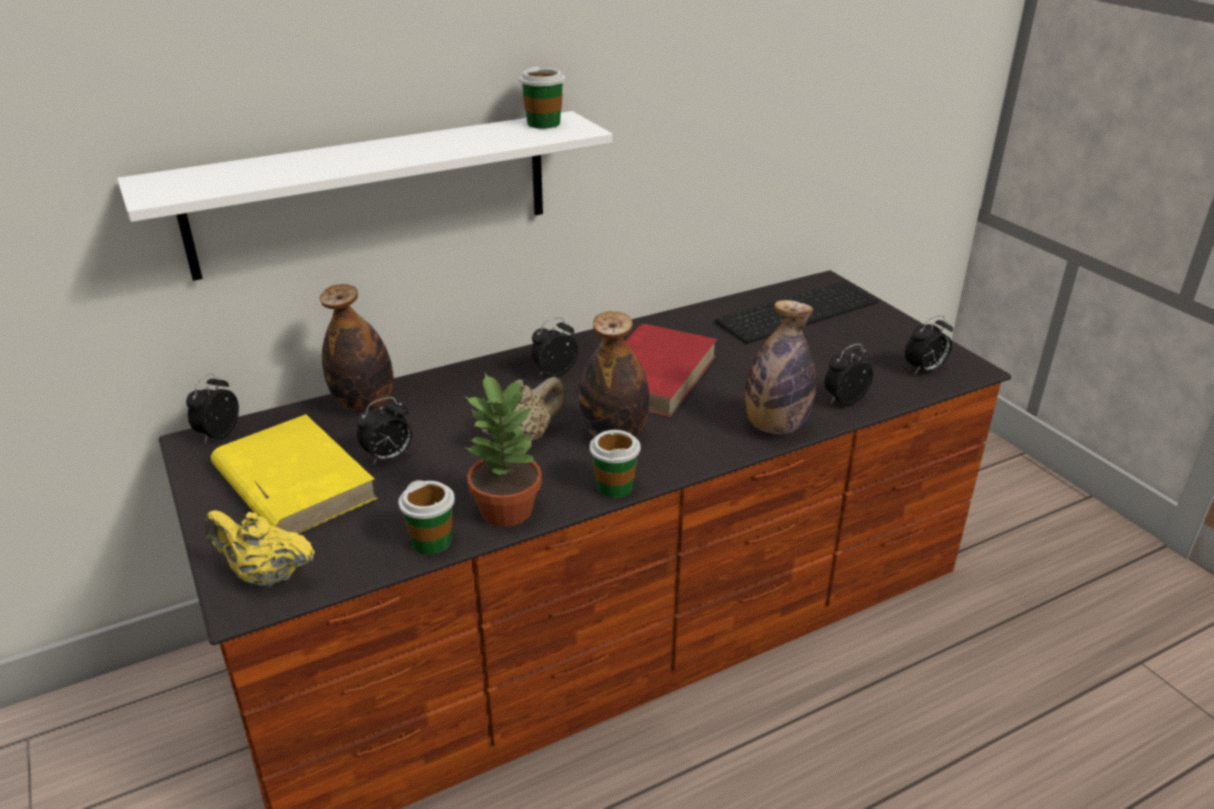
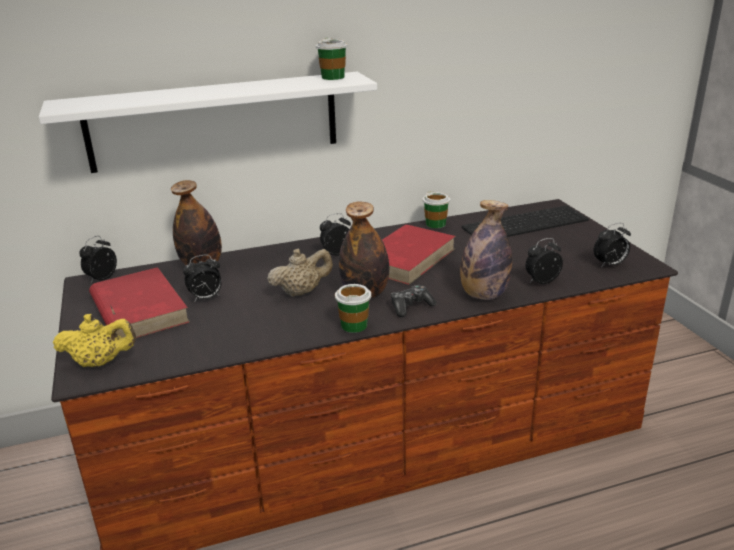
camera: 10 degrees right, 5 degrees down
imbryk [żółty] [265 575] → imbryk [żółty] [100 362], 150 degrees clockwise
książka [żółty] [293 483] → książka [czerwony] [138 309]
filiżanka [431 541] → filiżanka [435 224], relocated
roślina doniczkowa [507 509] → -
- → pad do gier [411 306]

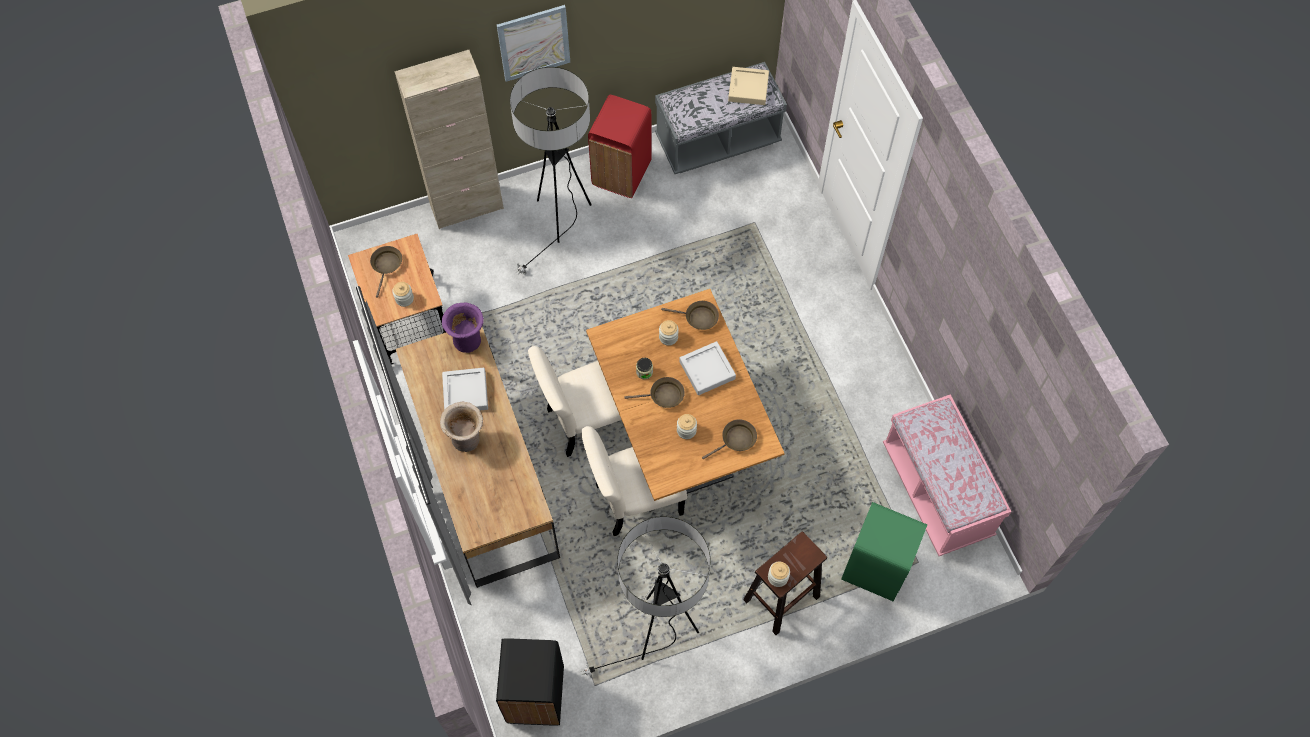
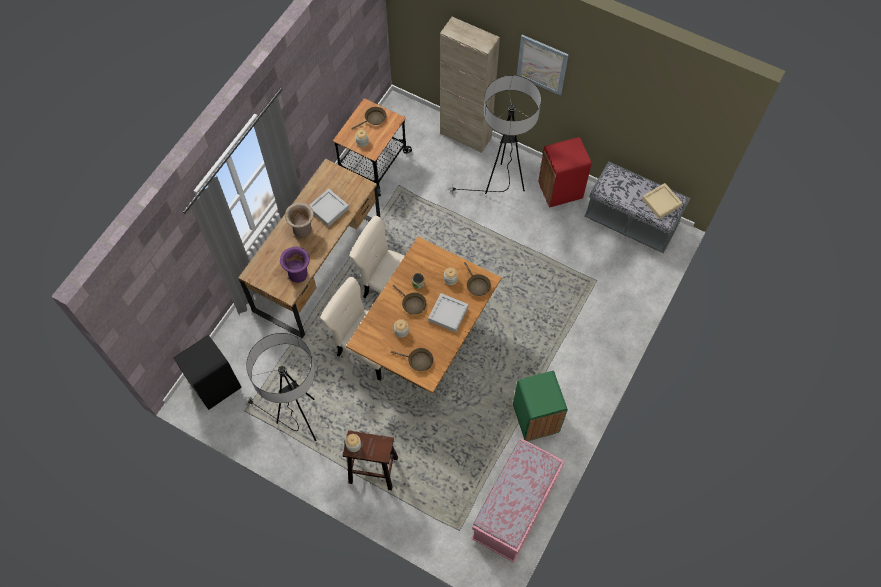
camera: 50 degrees right, 0 degrees up
wazon [fioletowy] [467 340] → wazon [fioletowy] [299 273], relocated
kosz na śmieci [zielony] [875 570] → kosz na śmieci [zielony] [535 419], relocated

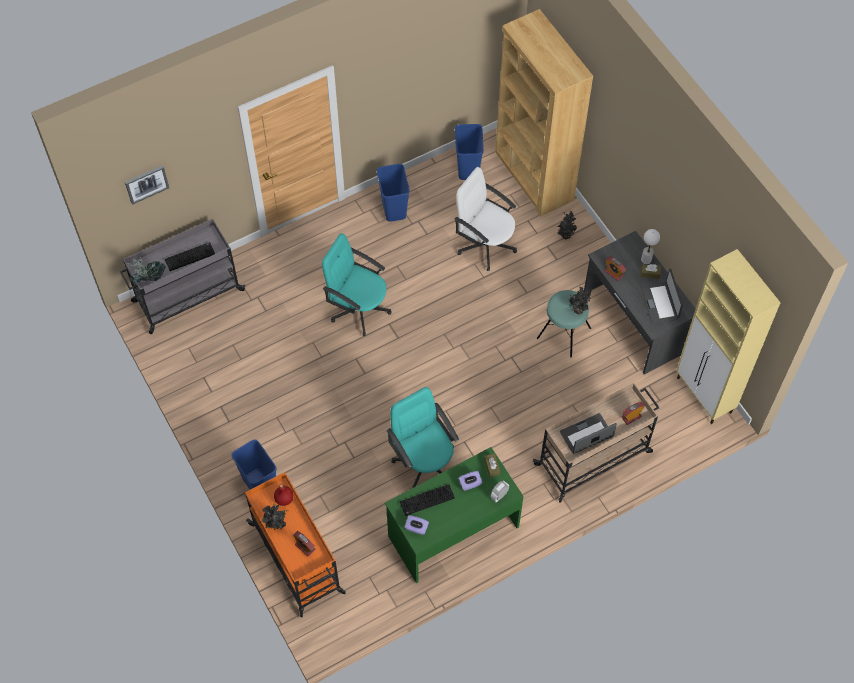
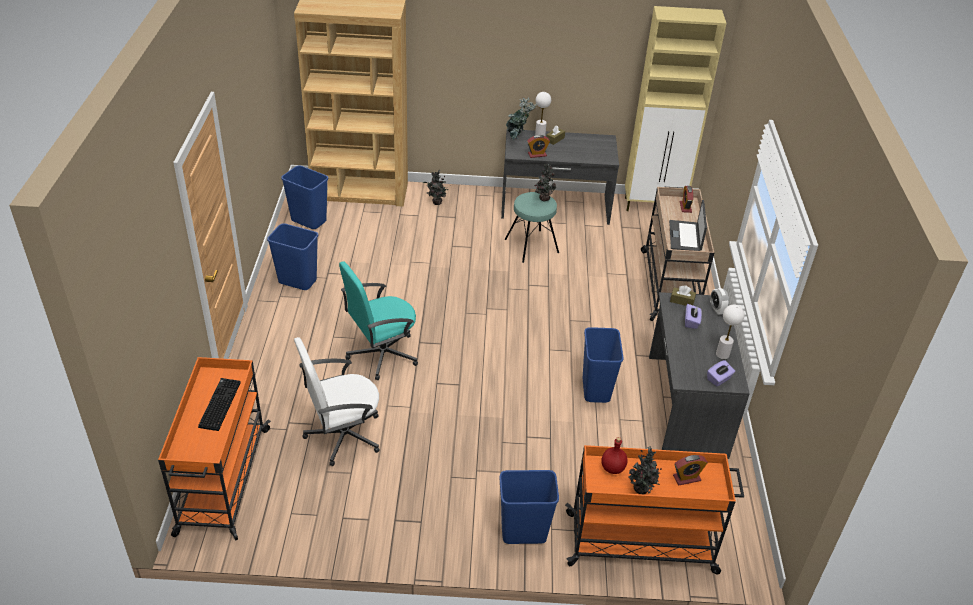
camera: 60 degrees left, 20 degrees down
wózek [szary] [187 296] → wózek [pomarańczowy] [223 482]
obraz [146 184] → -
roślina doniczkowa [149 282] → roślina doniczkowa [517 138], relocated
biurko [zielony] [452 530] → biurko [szary] [685 405]
krzesło biurowe [turkusowy] [424 462] → kosz na śmieci [niebieski] [595 389]
klawiatura [427 501] → -
krzesło biurowe [biały] [485 244] → krzesło biurowe [biały] [342 435], relocated
laptop [660 303] → -
- → lampa stołowa [biały] [722 354]

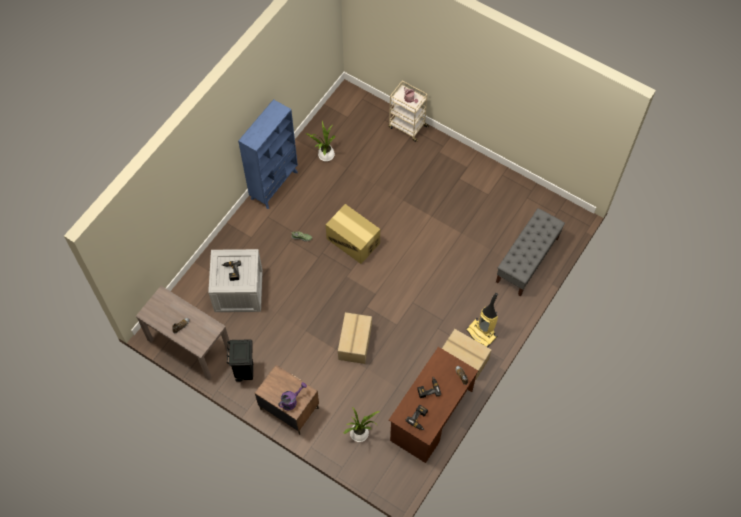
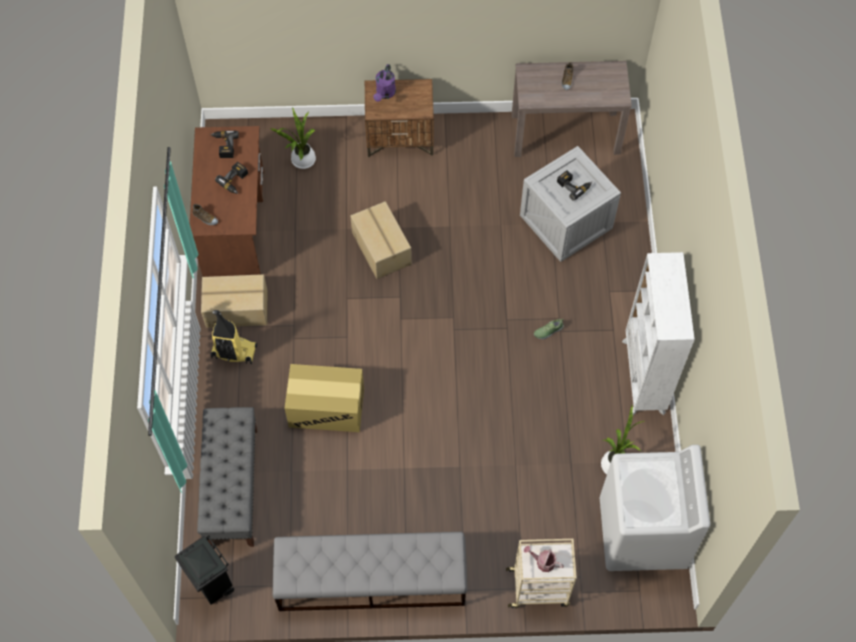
camera: 145 degrees right, 0 degrees up
kosz na śmieci [czarny] [245 371] → kosz na śmieci [czarny] [214 587], relocated
regał [niebieski] [274 185] → regał [biały] [643 377]
karton [353 241] → karton [327 407], relocated
- → ławka [szary] [370 580]
- → pralka [biały] [642 534]

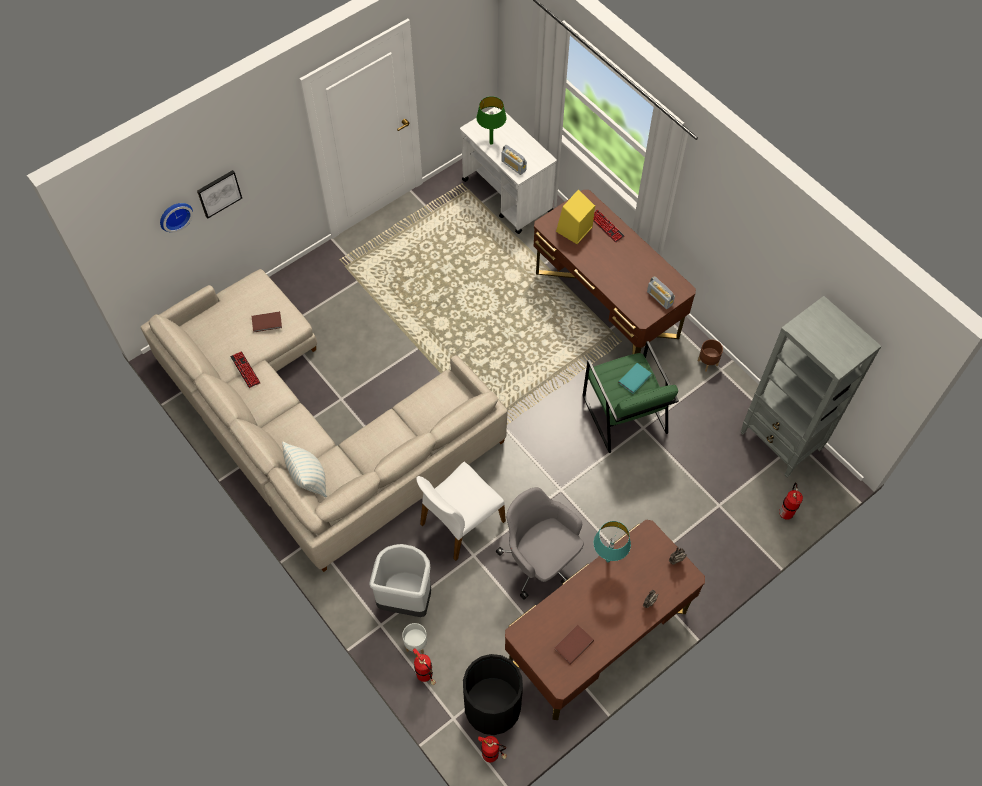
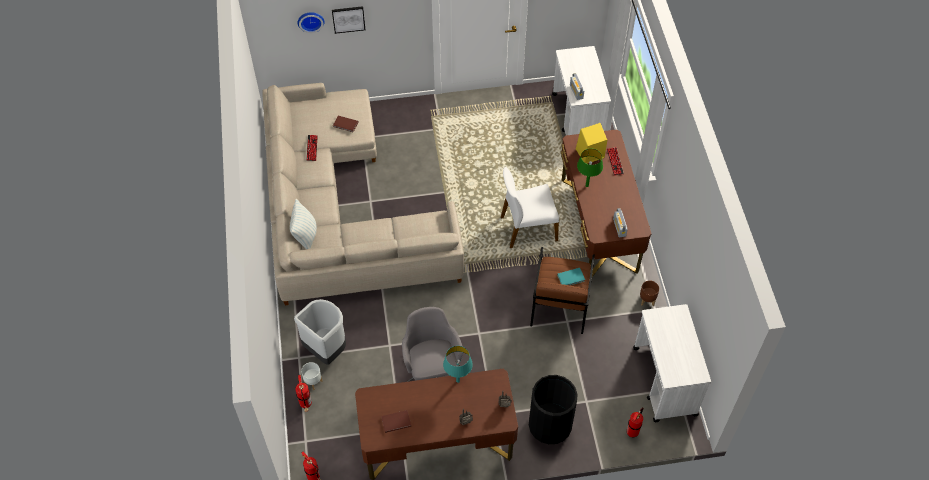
camera: 30 degrees right, 5 degrees down
krzesło [biały] [461 522] → krzesło [biały] [528 228], relocated
kosz na śmieci [czarny] [492 707] → kosz na śmieci [czarny] [550 425], relocated
lampa stołowa [zielony] [491 143] → lampa stołowa [zielony] [587 185], relocated
fotel [zielony] [624 414] → fotel [brązowy] [559 305]
regał [szary] [781 442] → wózek [biały] [664 382]

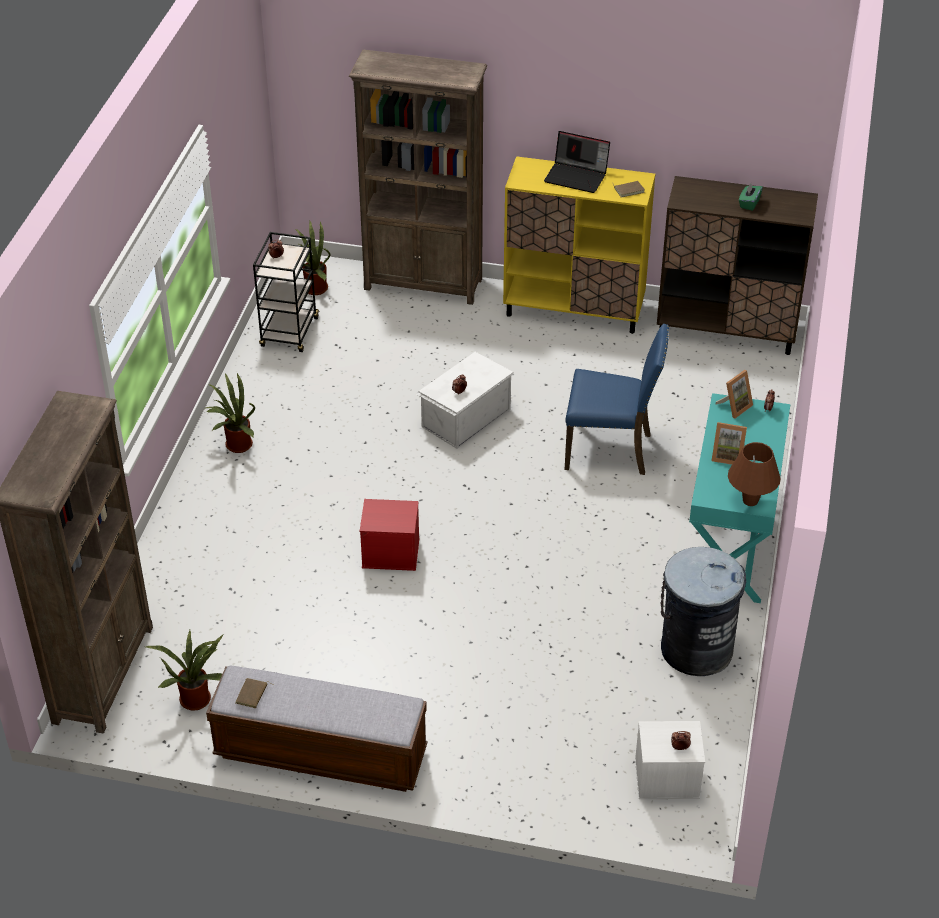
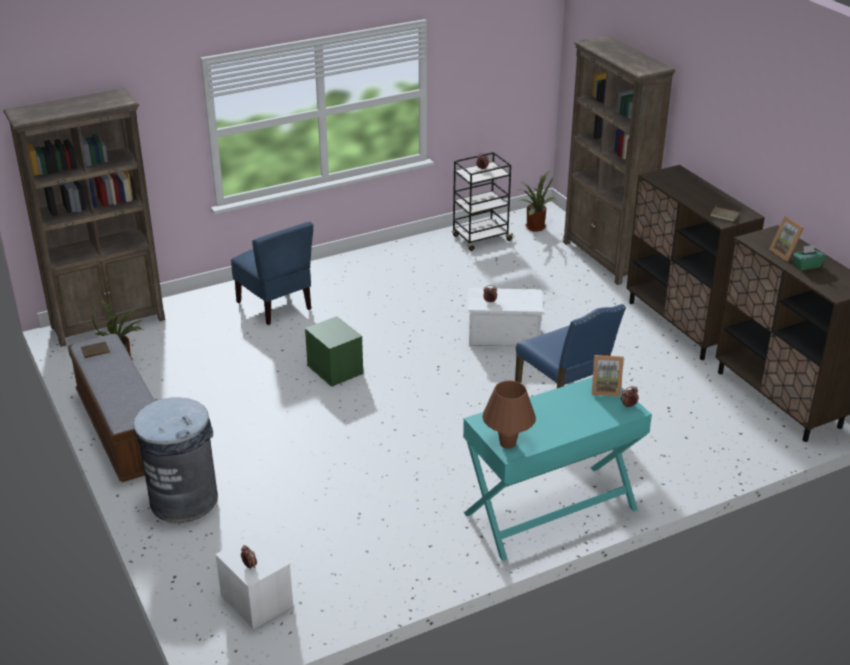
camera: 50 degrees right, 10 degrees down
roślina doniczkowa [236 445] → -
pojemnik do przechowywania [czerwony] [391 552] → pojemnik do przechowywania [zielony] [336 369]
szafka [żółty] [574 310] → szafka [brązowy] [682 325]
laptop [577 176] → -
kosz na śmieci [szary] [696 648] → kosz na śmieci [szary] [184 500], relocated
ramka na zdjęcie [727 456] → ramka na zdjęcie [786 253], relocated
- → krzesło [niebieski] [275 305]

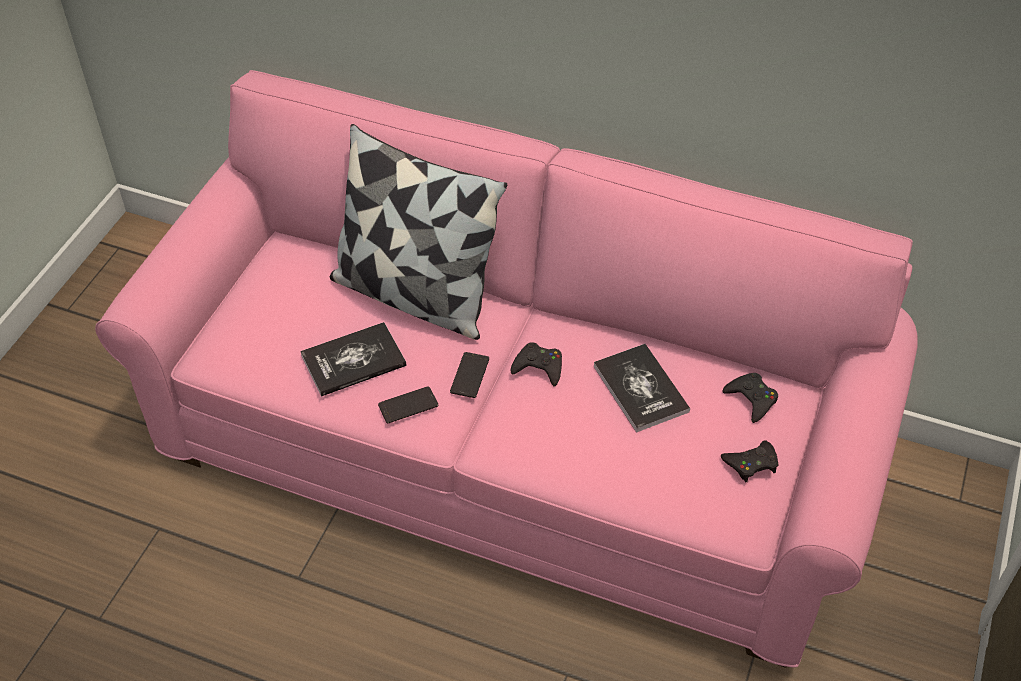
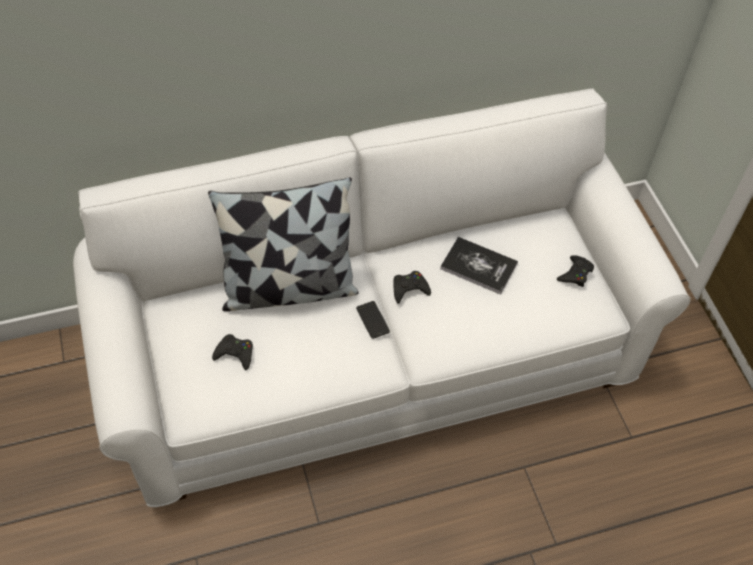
camera: 40 degrees left, 5 degrees up
kanapa [różowy] [513 448] → kanapa [biały] [374 353]
książka [353 360] → -
telefon [408 405] → -
pad do gier [czarny] [751 399] → pad do gier [czarny] [235 354], relocated

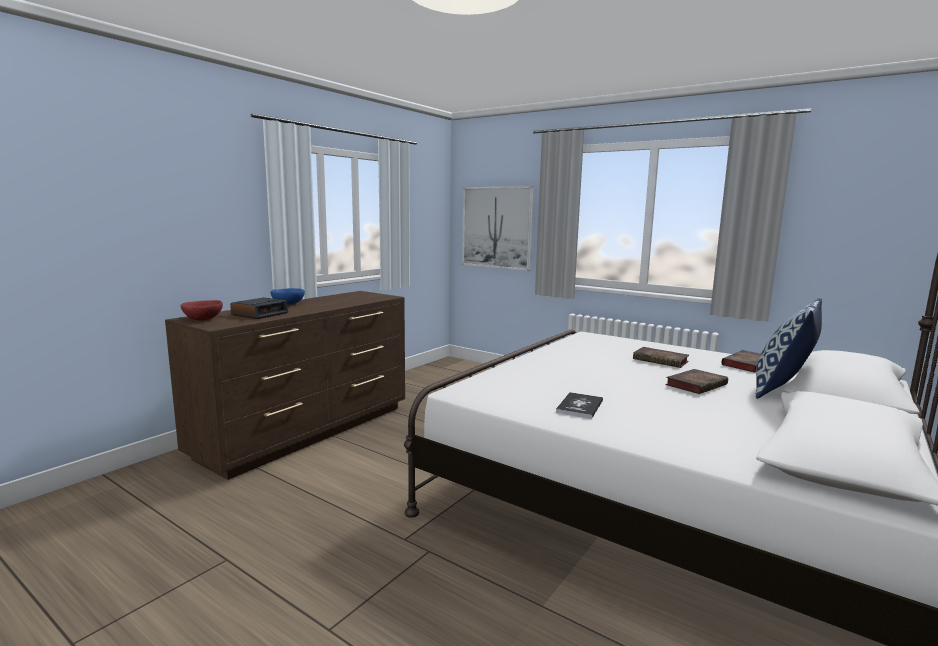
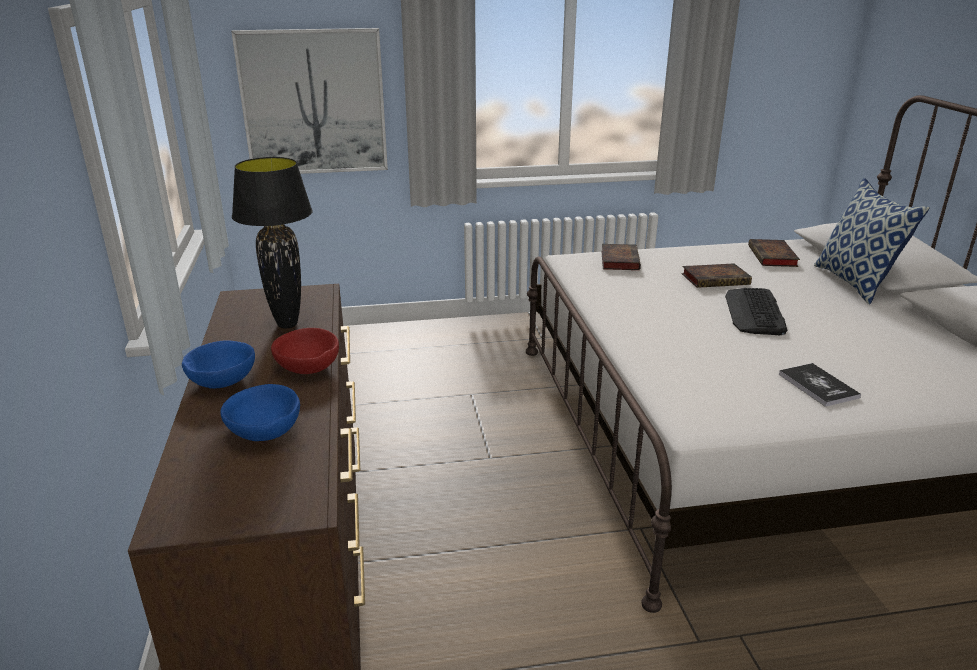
camera: 45 degrees left, 15 degrees up
miska [czerwony] [202 319] → miska [czerwony] [307 368], relocated
budzik [260 314] → miska [niebieski] [264 432]
książka [696 384] → książka [619 260], relocated
- → lampa stołowa [czarny] [287 325]
- → klawiatura [754 312]

